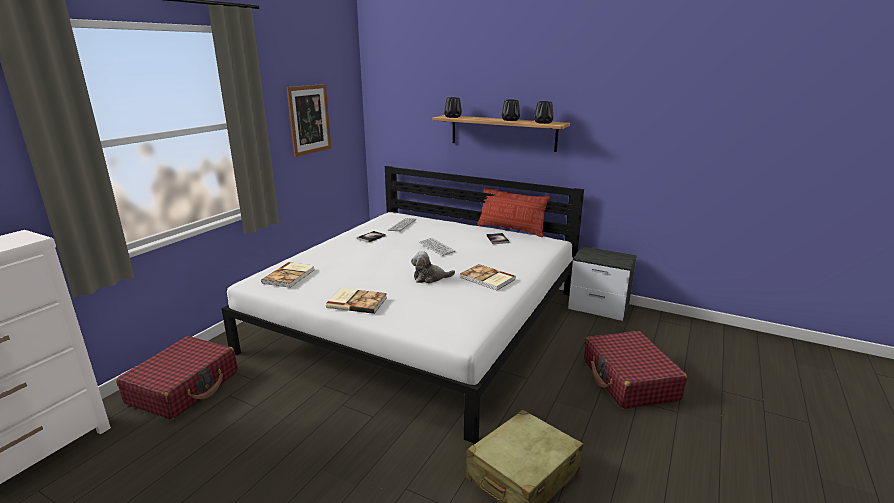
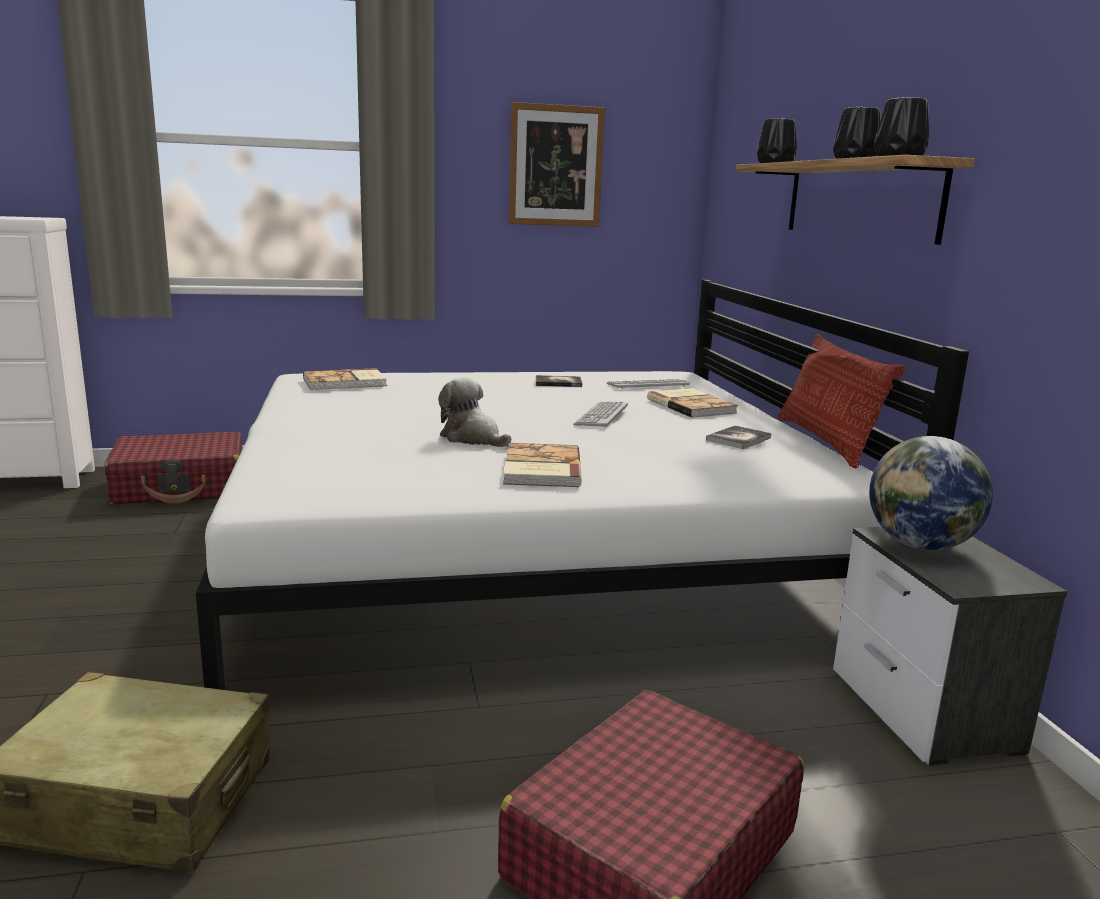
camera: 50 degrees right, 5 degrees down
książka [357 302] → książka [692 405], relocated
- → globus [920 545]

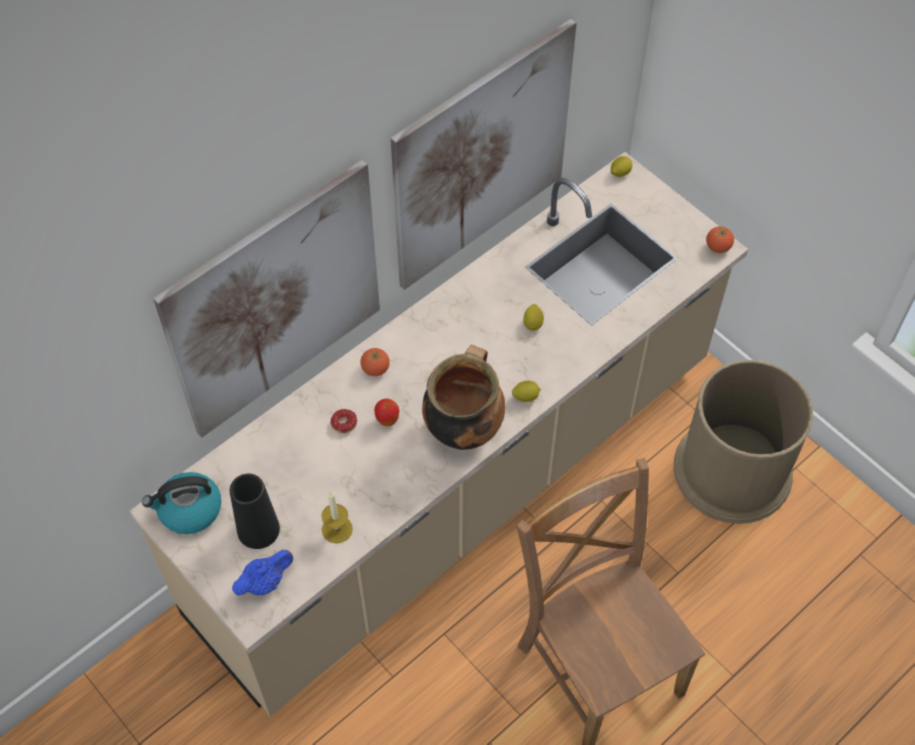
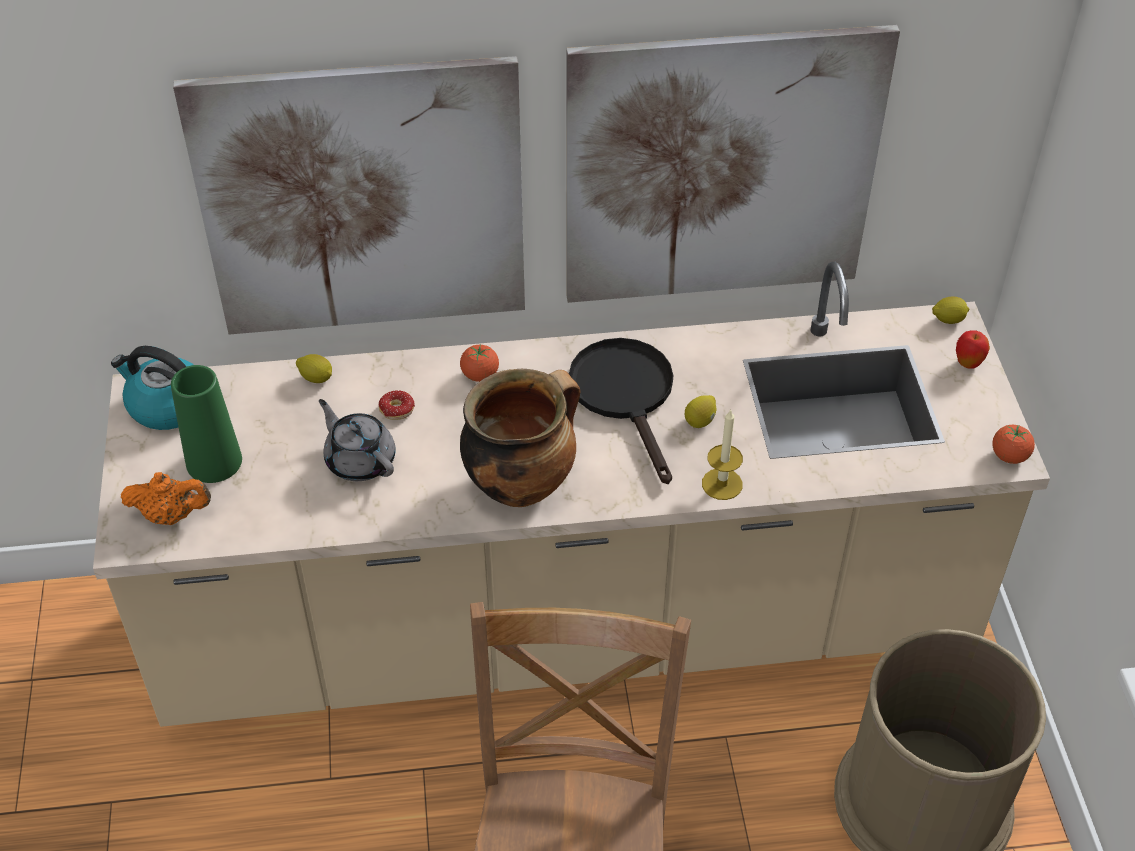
camera: 35 degrees right, 10 degrees down
wazon [czarny] [258 529] → wazon [zielony] [214 461]
imbryk [niebieski] [265 582] → imbryk [pomarańczowy] [172 515]
świeca [337 529] → świeca [722 484], relocated
jabłko [387 420] → jabłko [968 364], relocated
cytryna [525 396] → cytryna [316 378], relocated
- → imbryk [szary] [360 460]
- → patelnia [czarny] [626 396]

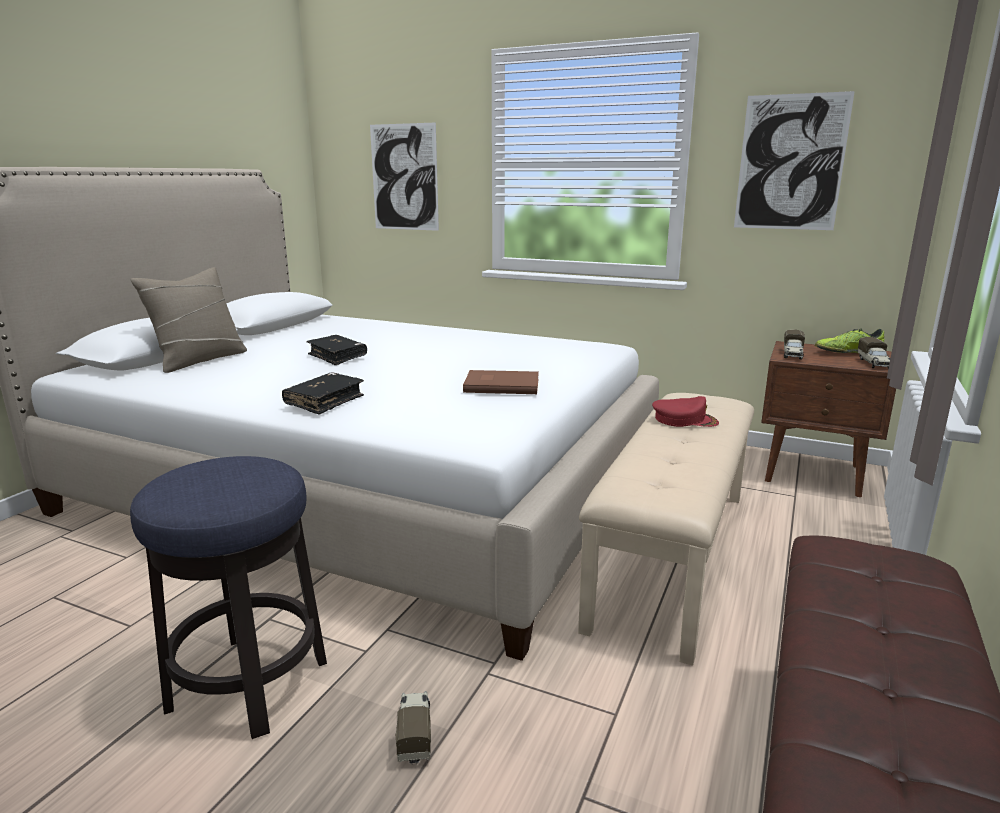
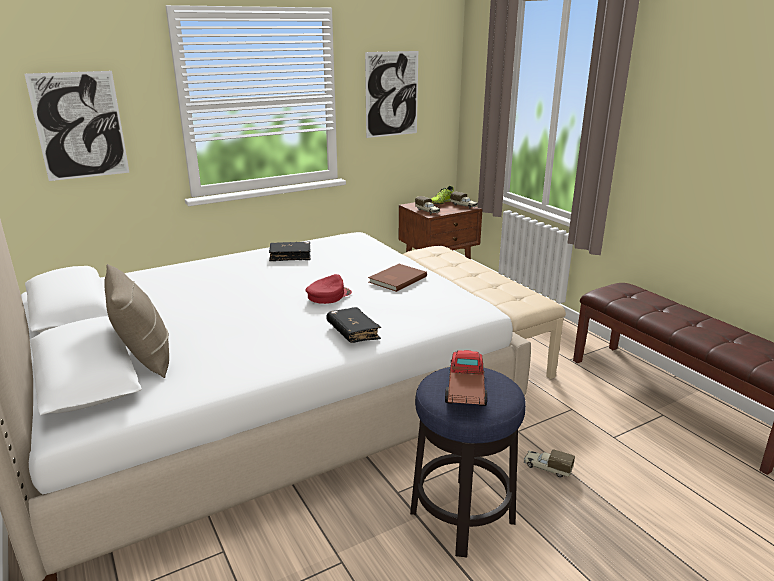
camera: 55 degrees left, 5 degrees up
książka [czarny] [337 357] → książka [czarny] [290 256], relocated
czapka z daszkiem [czerwony] [684 420] → czapka z daszkiem [czerwony] [328 295], relocated
- → ciężarówka zabawkowa [465 392]

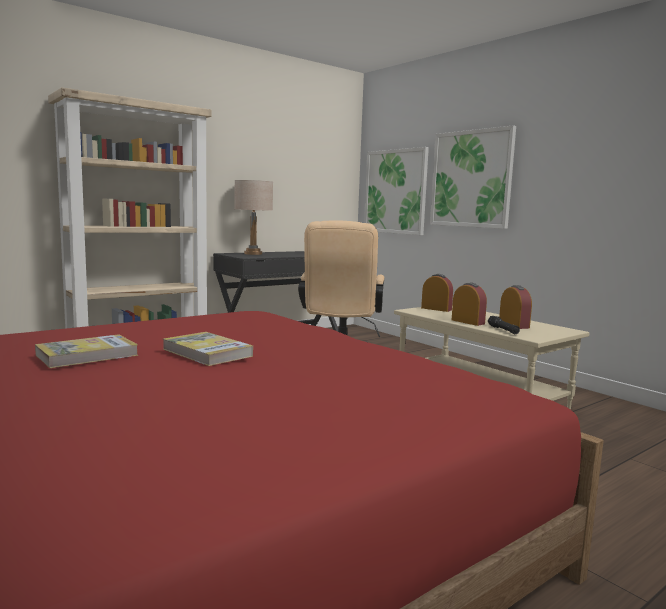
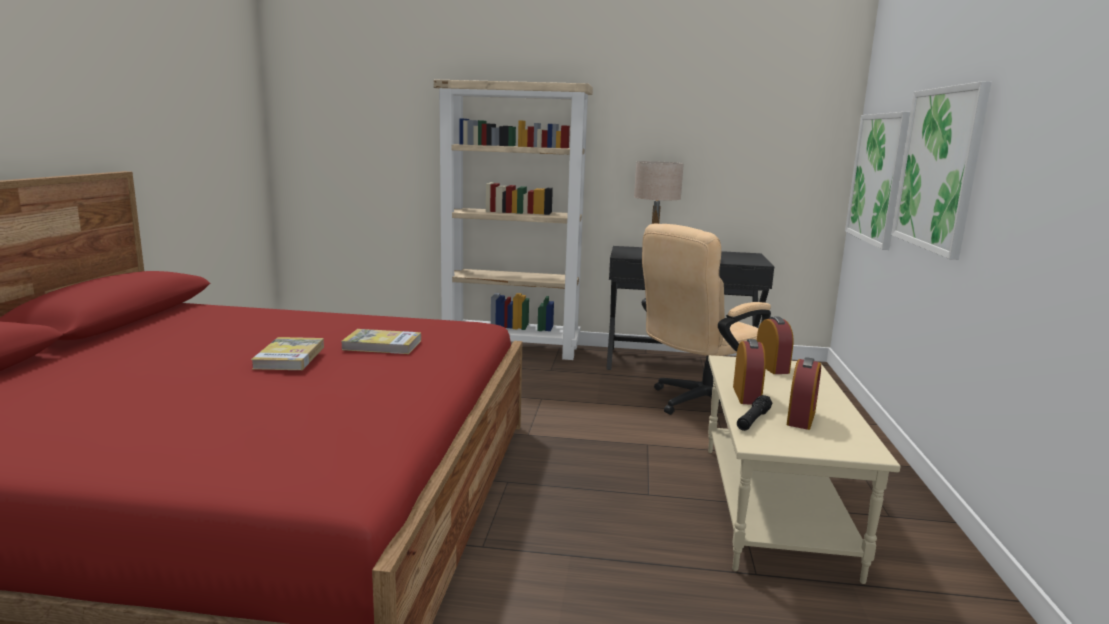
camera: 45 degrees right, 5 degrees up
książka [87 355] → książka [382 345], relocated

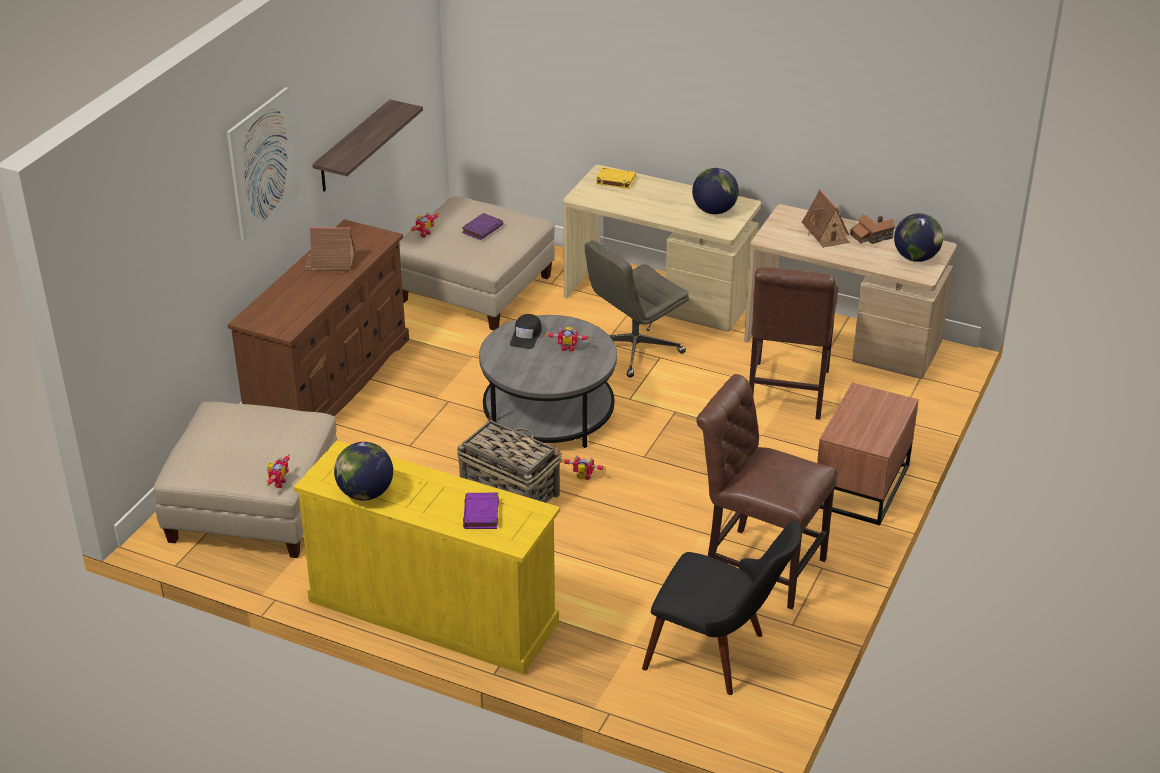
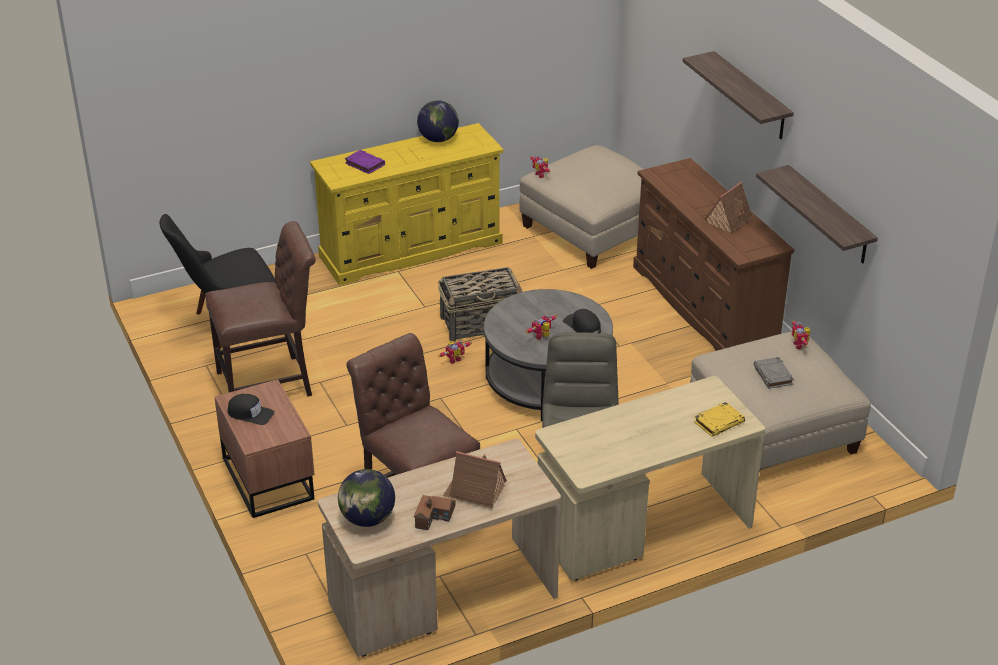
camera: 130 degrees right, 0 degrees up
obraz [263 163] → półka [751 96]
książka [fioletowy] [482 229] → książka [szary] [773 376]
globus [714 211] → -
- → czapka z daszkiem [czarny] [250 413]

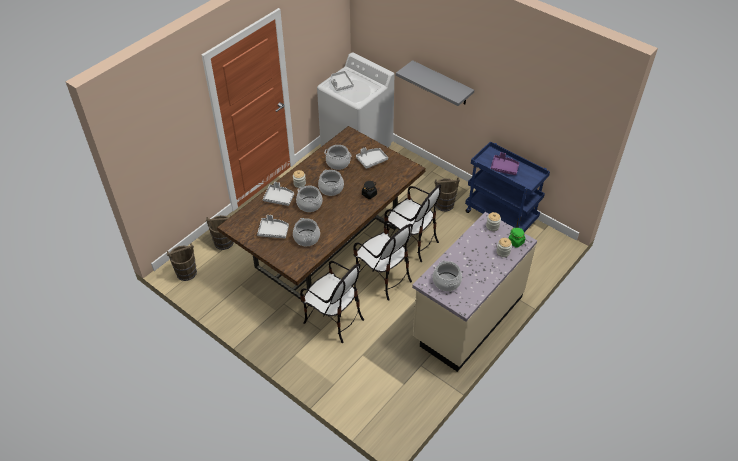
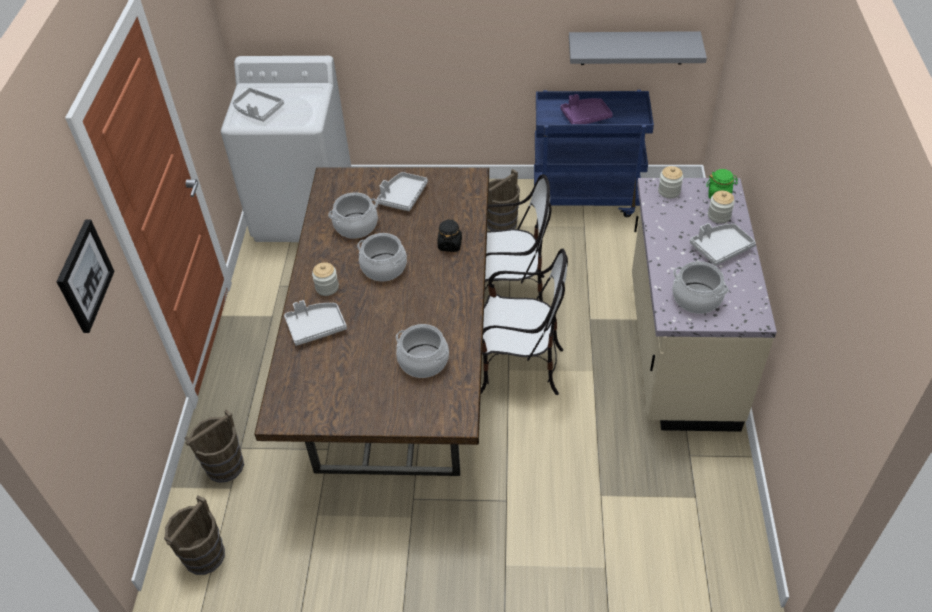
camera: 35 degrees left, 0 degrees up
taca [szary] [273 231] → taca [szary] [720 248], relocated
garnek [309 204] → -
krzesło [333 319] → -
półka [szary] [442 83] → półka [szary] [632 48], relocated
- → obraz [84 276]

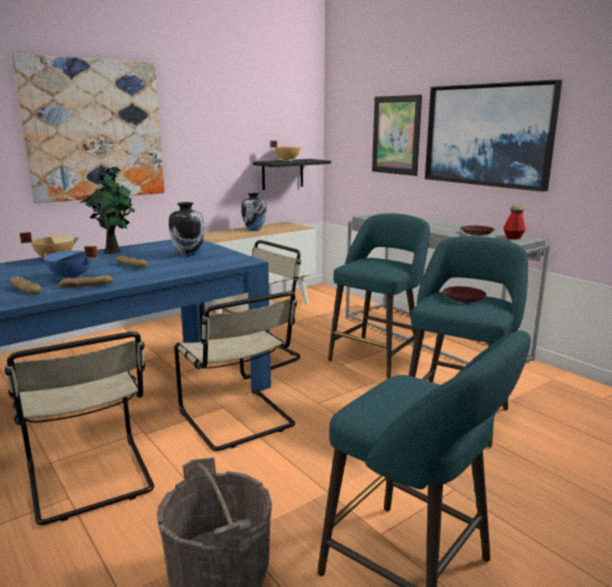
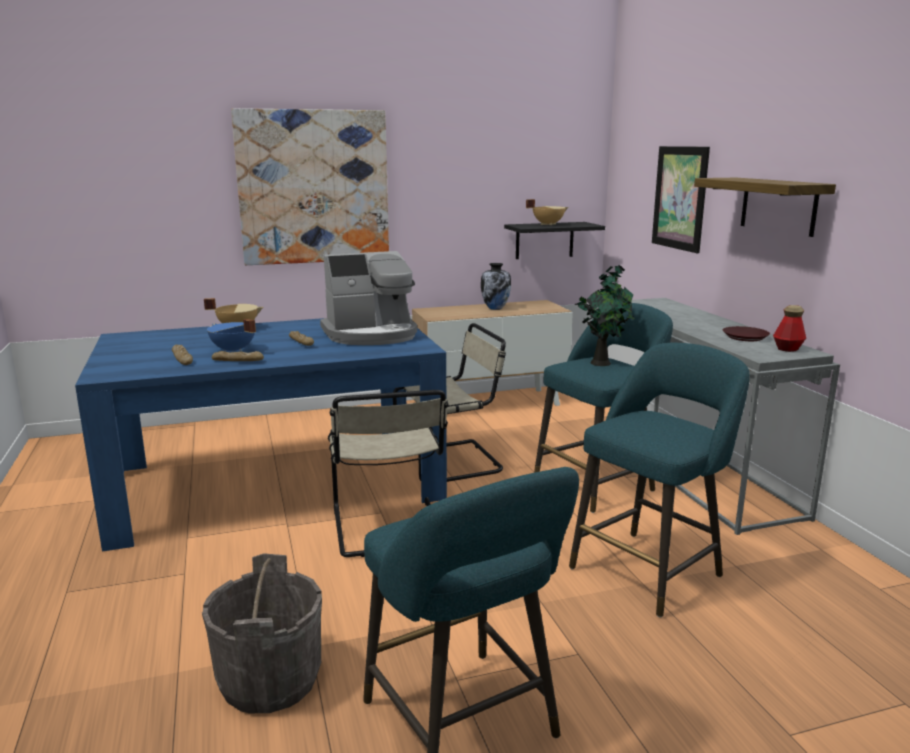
camera: 20 degrees right, 0 degrees up
krzesło [beżowy] [90 481] → -
roślina doniczkowa [114 251] → roślina doniczkowa [602 363], relocated
wazon [188 254] → ekspres do kawy [371 335]
obraz [487 135] → półka [778 206]
talerz [brązowy] [463 297] → -

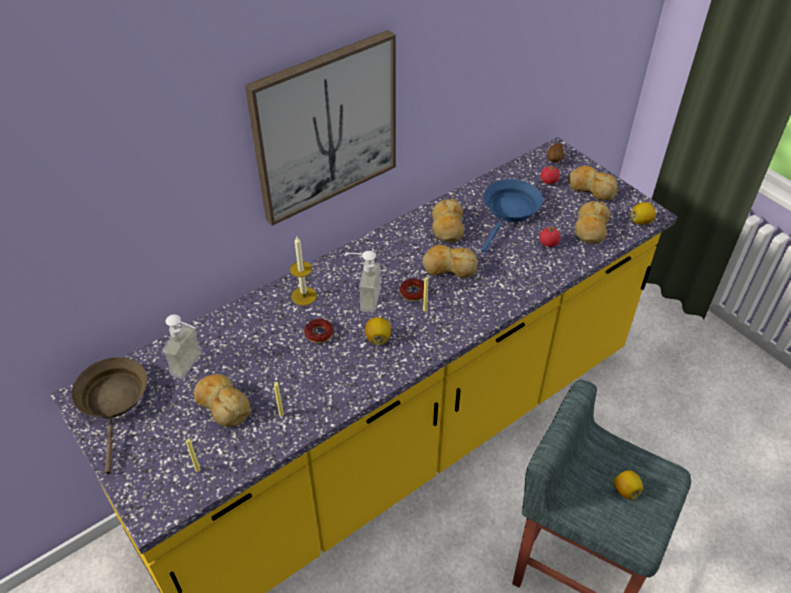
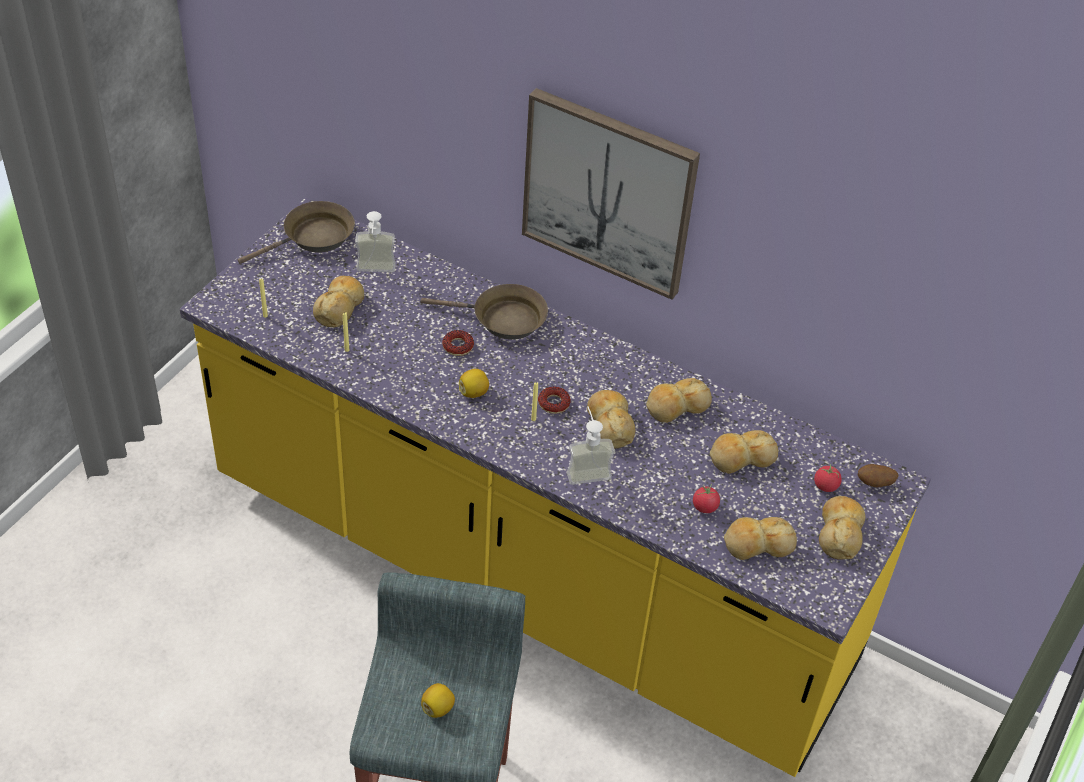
camera: 65 degrees right, 0 degrees up
świeca [304 296] → patelnia [brązowy] [503 319]
dozownik mydła [363 298] → dozownik mydła [586 469], relocated
patelnia [niebieski] [509 211] → chleb [741 458]
cytryna [641 221] → -

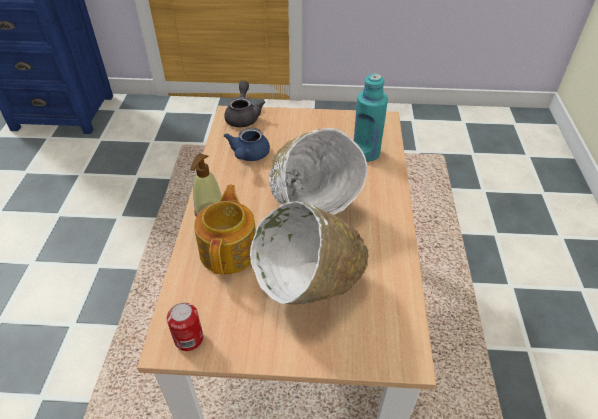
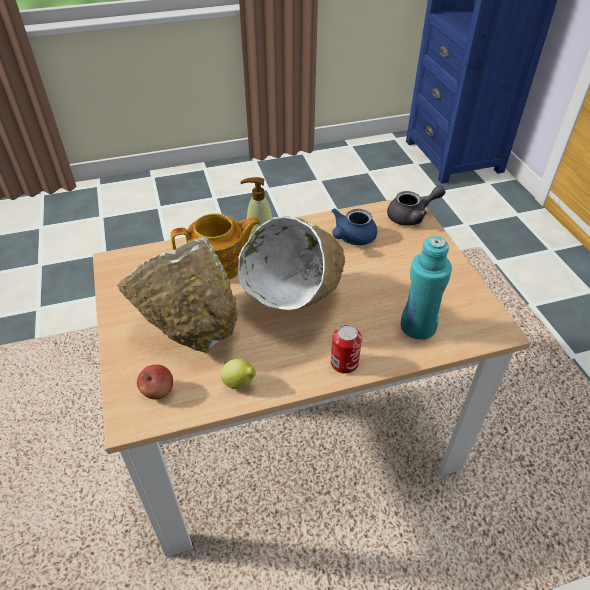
camera: 70 degrees right, 0 degrees up
puszka [189 339] → puszka [344 363], relocated
imbryk [niebieski] [249 156] → imbryk [niebieski] [352 238], 45 degrees counterclockwise
- → jabłko [158 391]
- → cytryna [240 384]

